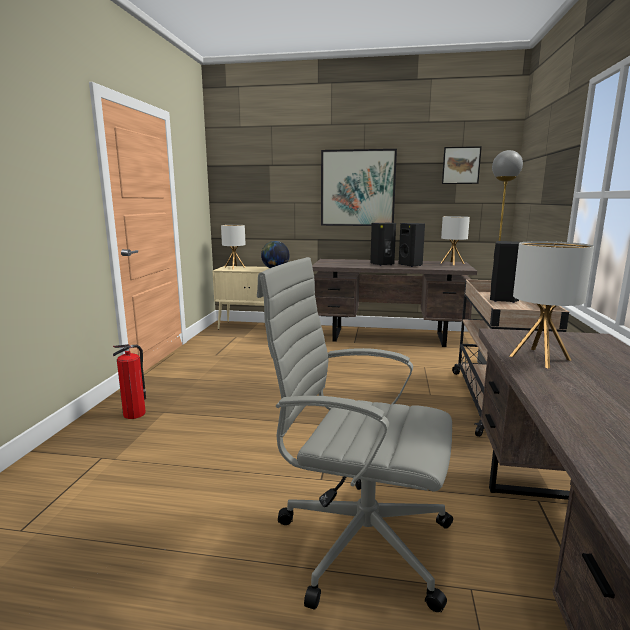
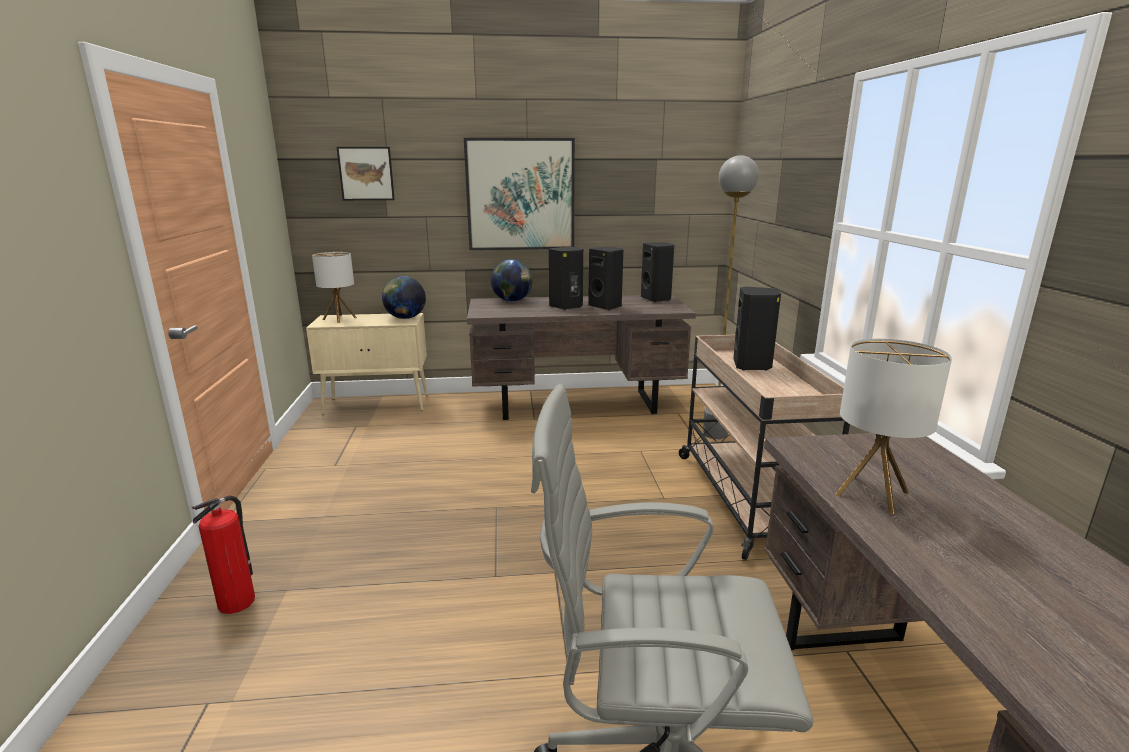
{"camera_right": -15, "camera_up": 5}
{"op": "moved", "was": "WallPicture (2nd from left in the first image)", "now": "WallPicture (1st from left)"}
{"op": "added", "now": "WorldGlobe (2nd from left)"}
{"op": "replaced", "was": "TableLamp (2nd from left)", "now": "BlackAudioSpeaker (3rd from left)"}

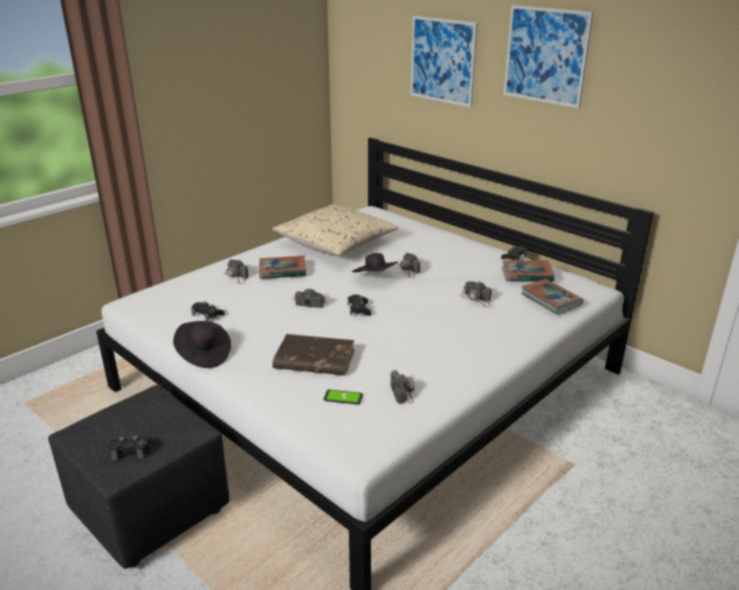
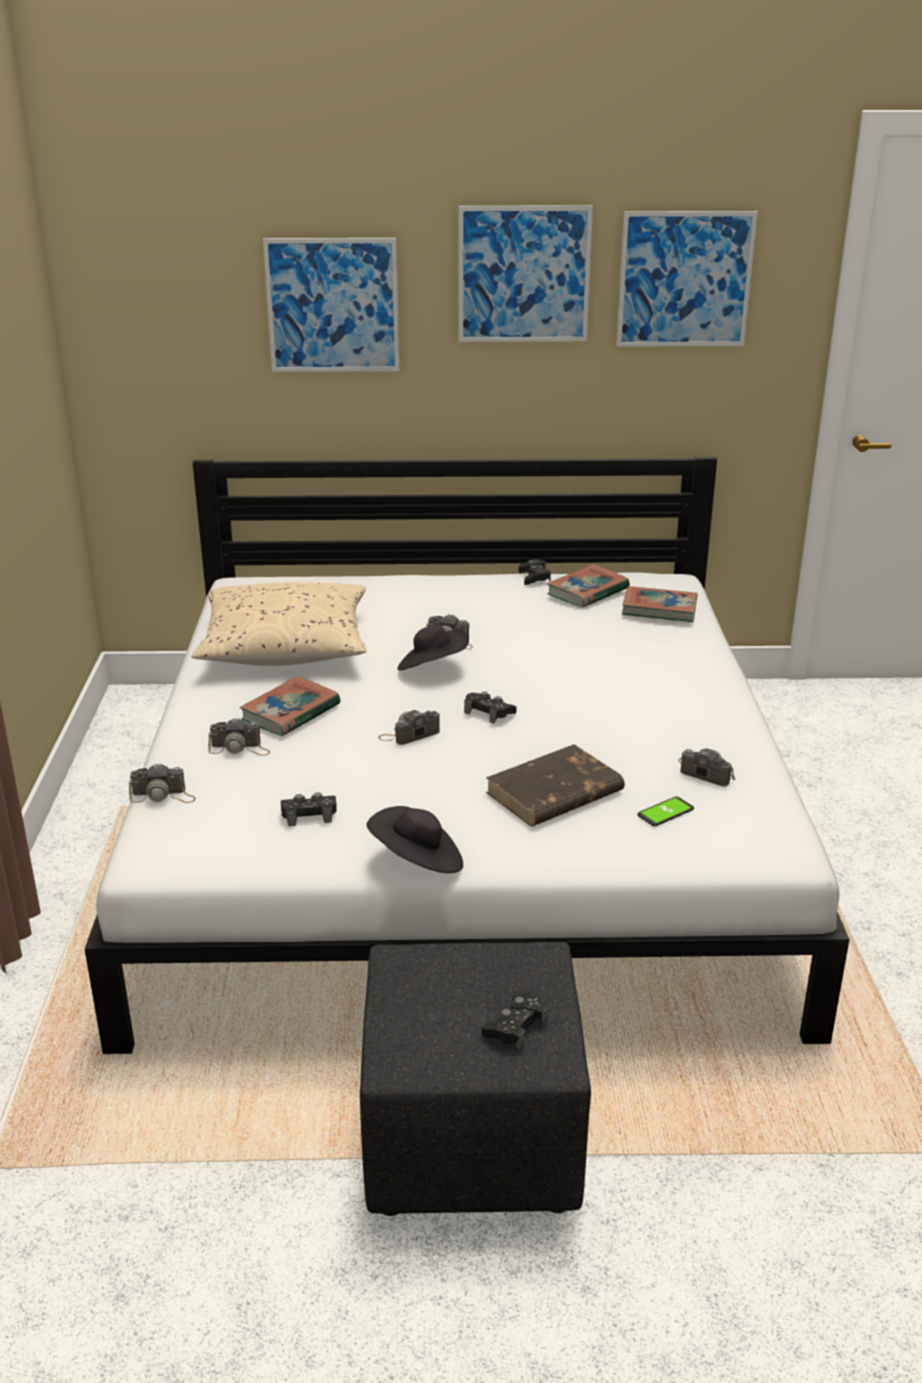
{"camera_right": -45, "camera_up": 0}
{"op": "moved", "was": "PhotoCamera (5th from left in the first image)", "now": "PhotoCamera (1st from left)"}
{"op": "added", "now": "WallPicture (3rd from left)"}

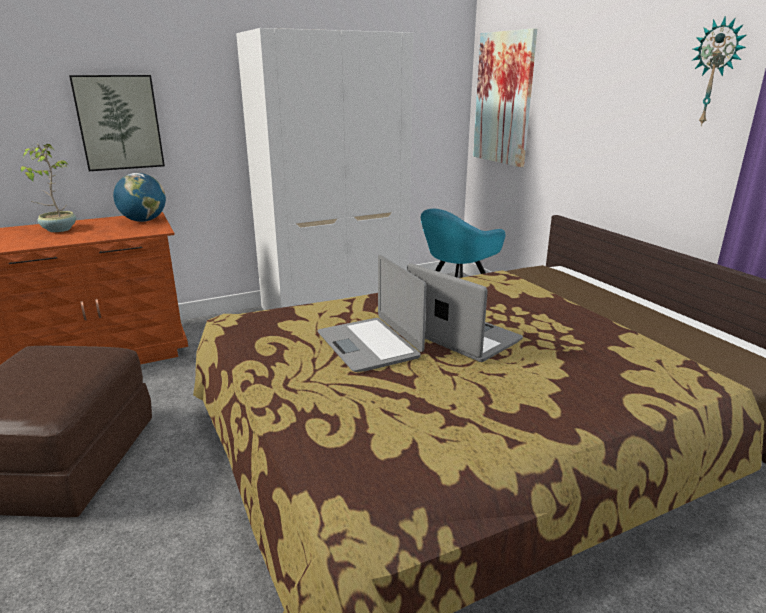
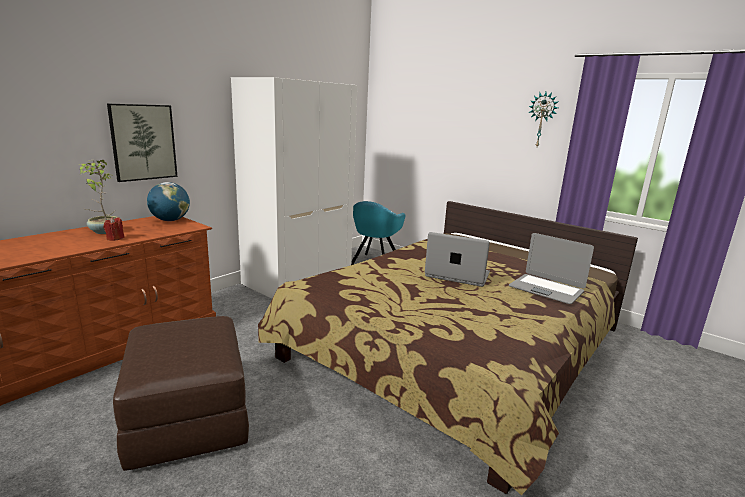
{"camera_right": -25, "camera_up": -5}
{"op": "added", "now": "ReddishWaxCandle"}
{"op": "moved", "was": "Laptop (1st from left in the first image)", "now": "Laptop (2nd from left)"}
{"op": "removed", "was": "WallPicture (2nd from left)"}

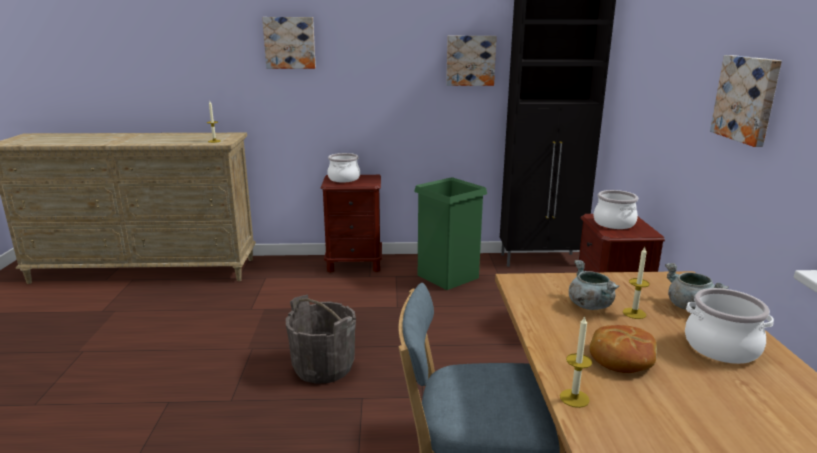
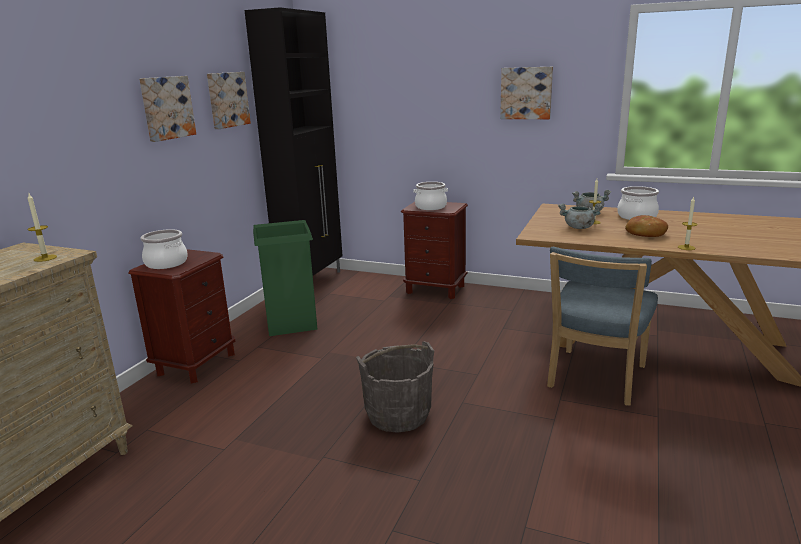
{"camera_right": -65, "camera_up": 0}
{"op": "moved", "was": "WallPicture (1st from left)"}

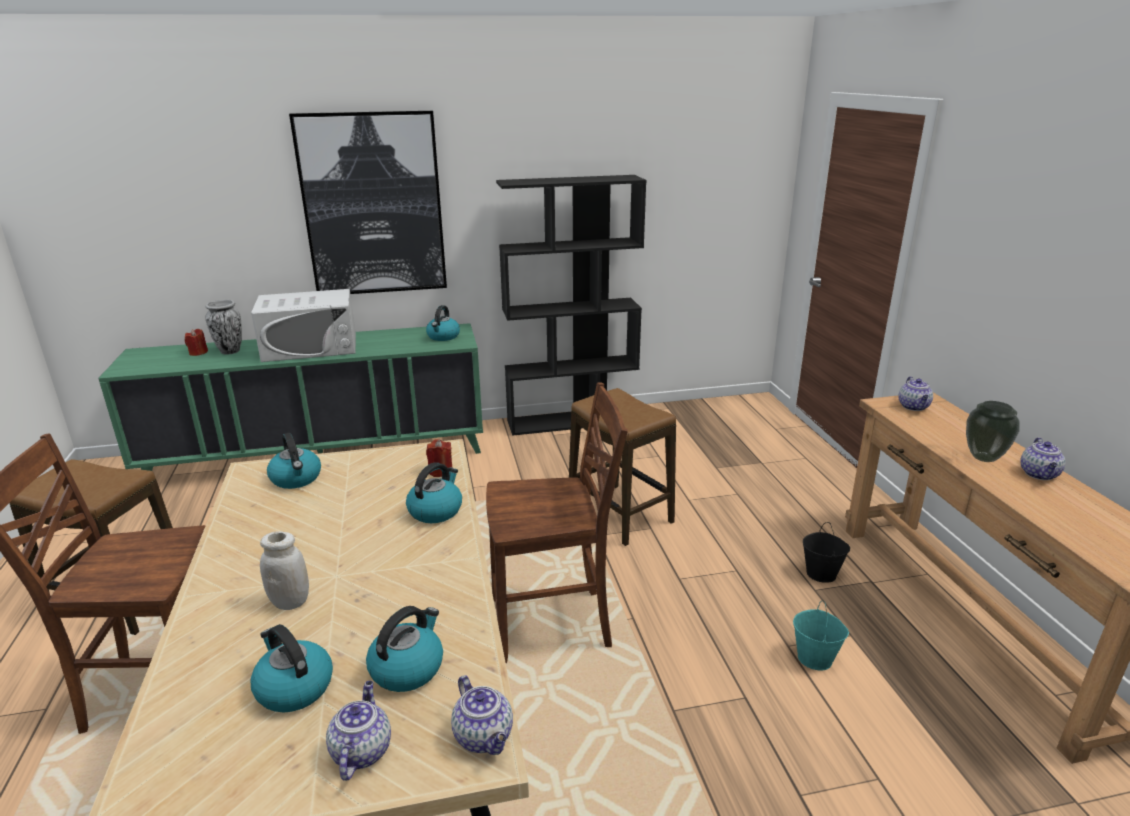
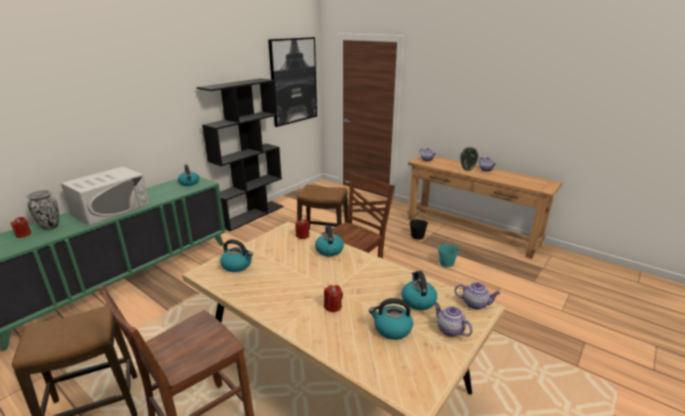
{"camera_right": -40, "camera_up": 0}
{"op": "moved", "was": "WallPicture"}
{"op": "replaced", "was": "WhitishJar", "now": "ReddishWaxCandle (3rd from left)"}

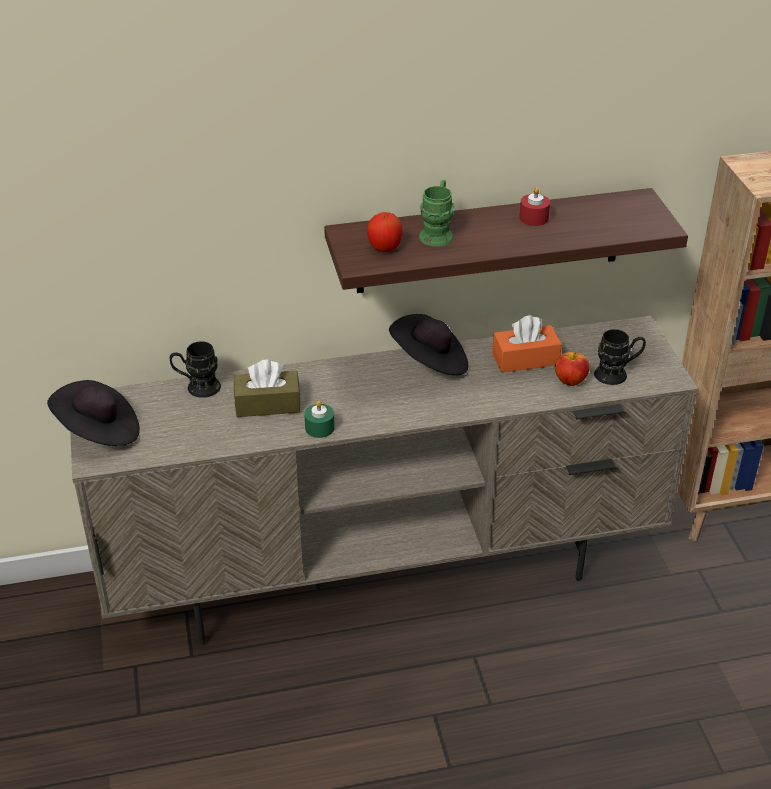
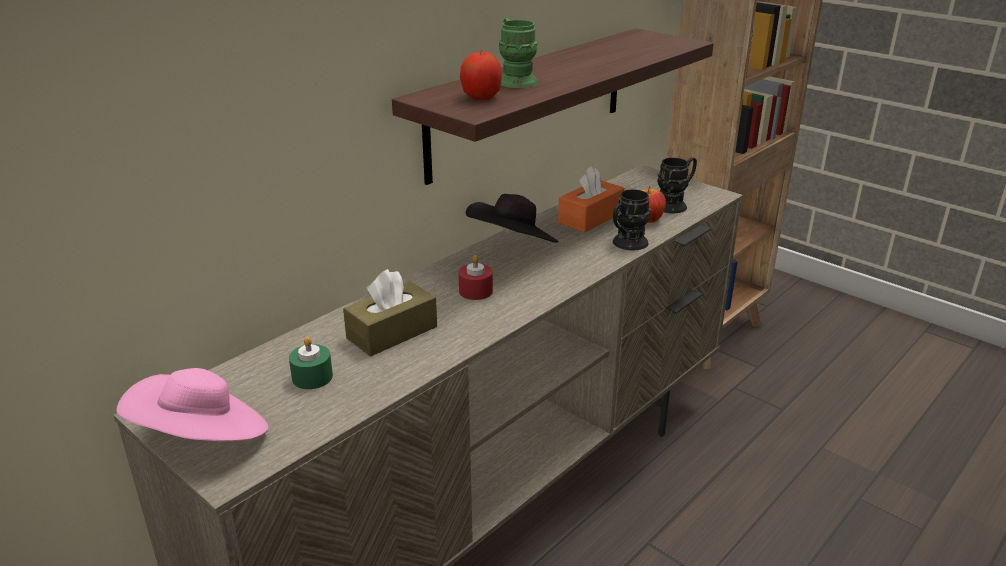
{"camera_right": -35, "camera_up": -10}
{"op": "recoloured", "was": "BlackClothingHat (1st from left)", "now": "PinkClothingHat"}
{"op": "moved", "was": "GreenWaxCandle"}
{"op": "moved", "was": "ReddishWaxCandle"}
{"op": "moved", "was": "BlackMug (1st from left)"}

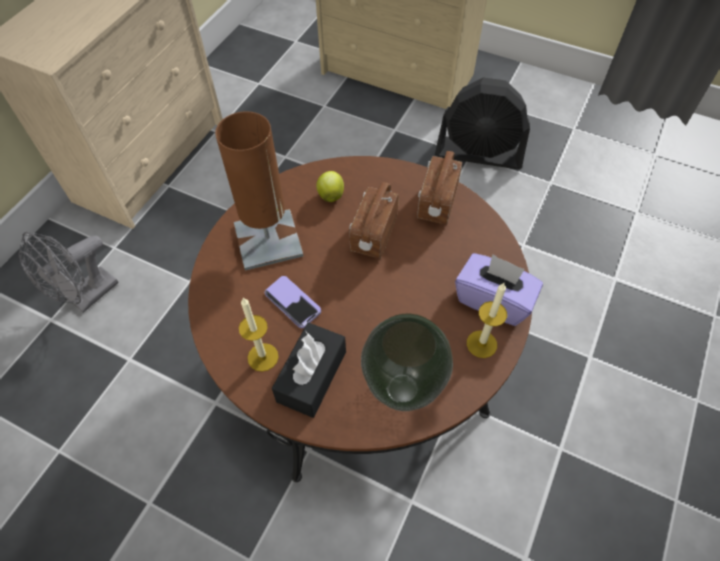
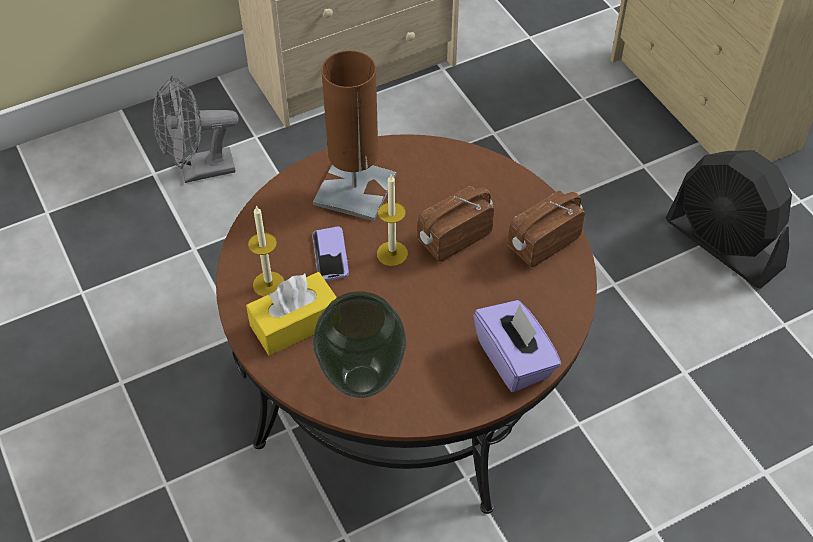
{"camera_right": 35, "camera_up": -5}
{"op": "recoloured", "was": "BlackBoxOfTissues", "now": "YellowColouredBoxOfTissues"}
{"op": "moved", "was": "WaxCandle (2nd from left)"}
{"op": "removed", "was": "Apple"}

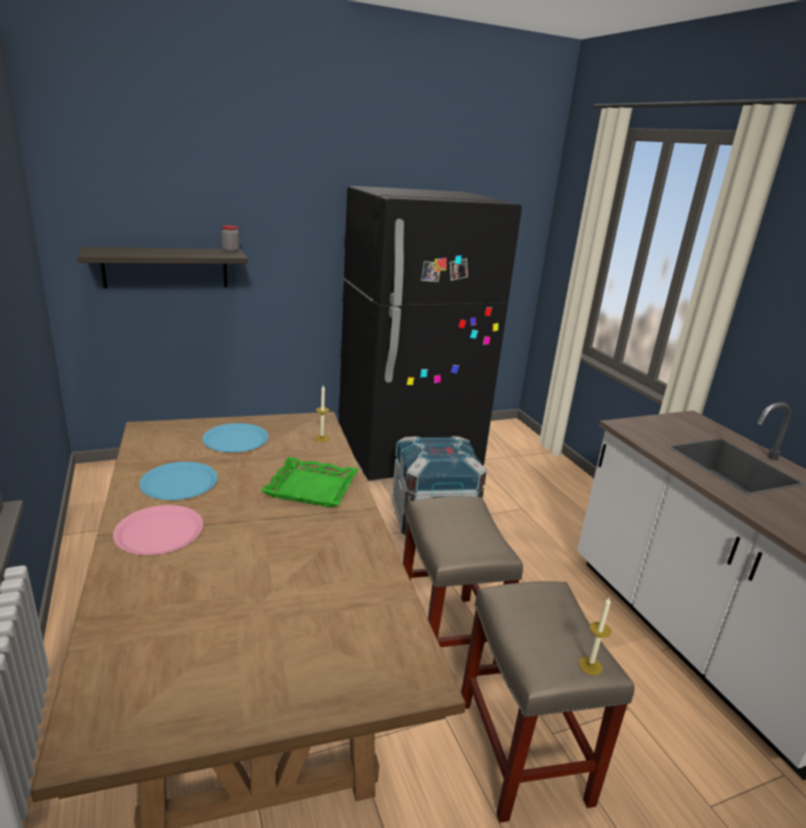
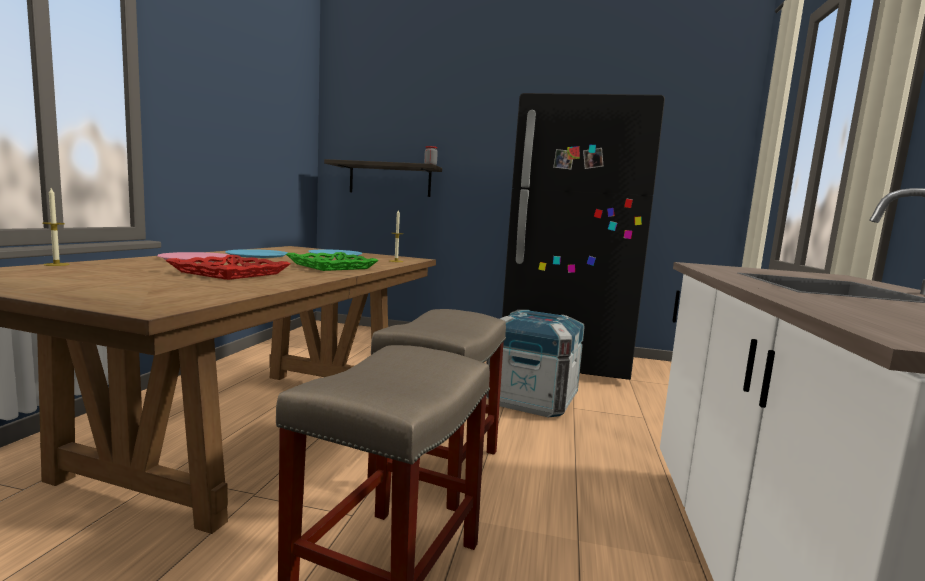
{"camera_right": 35, "camera_up": -15}
{"op": "moved", "was": "WaxCandle (2nd from left in the first image)", "now": "WaxCandle (1st from left)"}
{"op": "added", "now": "ReddishTray"}

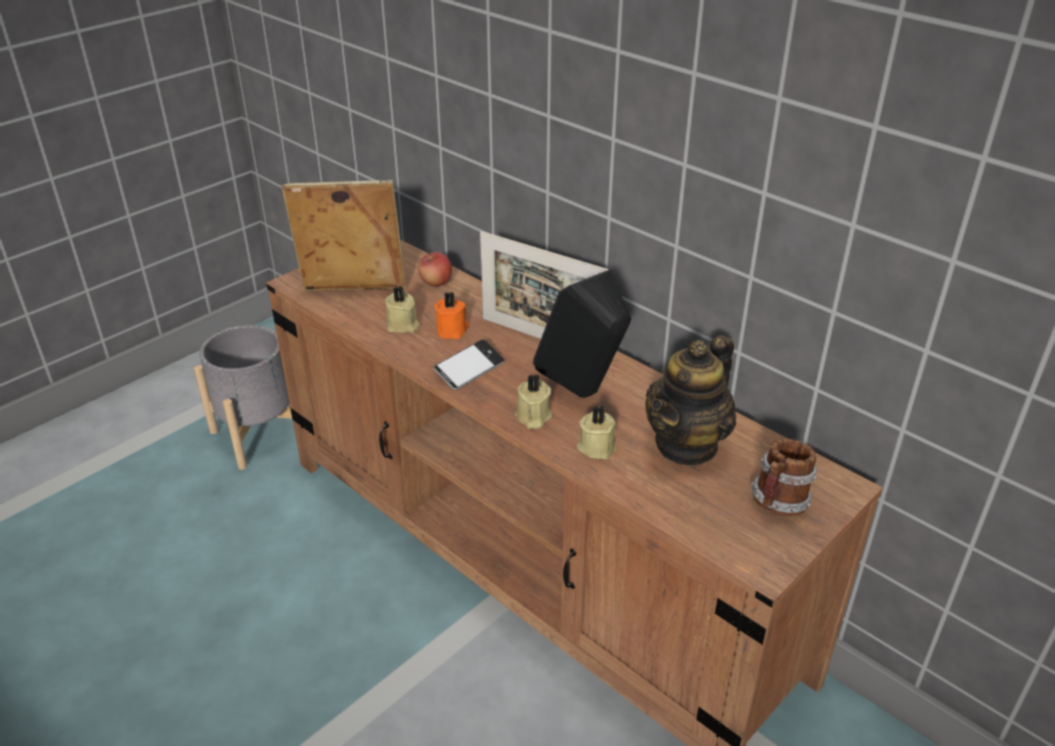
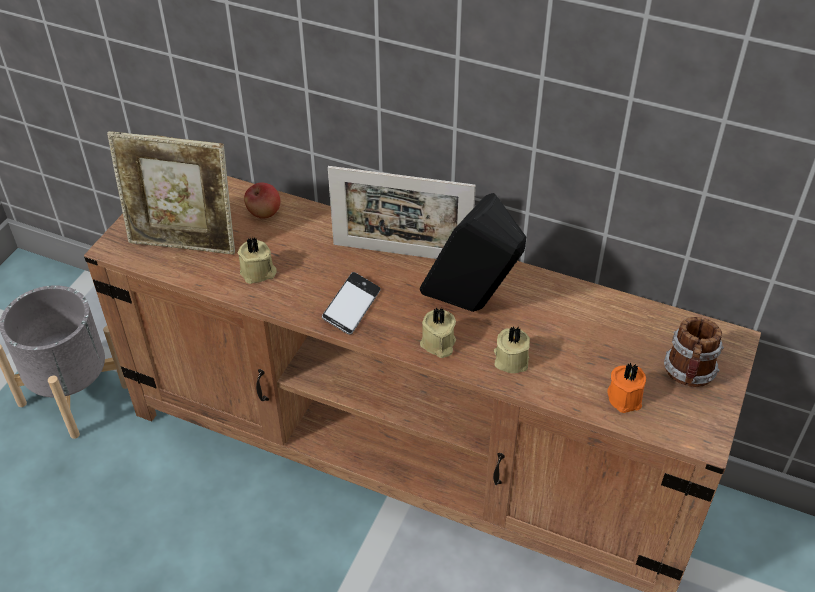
{"camera_right": -20, "camera_up": 10}
{"op": "turned", "was": "PhotoFrame (1st from left)", "clockwise": -150}
{"op": "moved", "was": "OrangeWaxCandle"}
{"op": "removed", "was": "TeaPot"}

